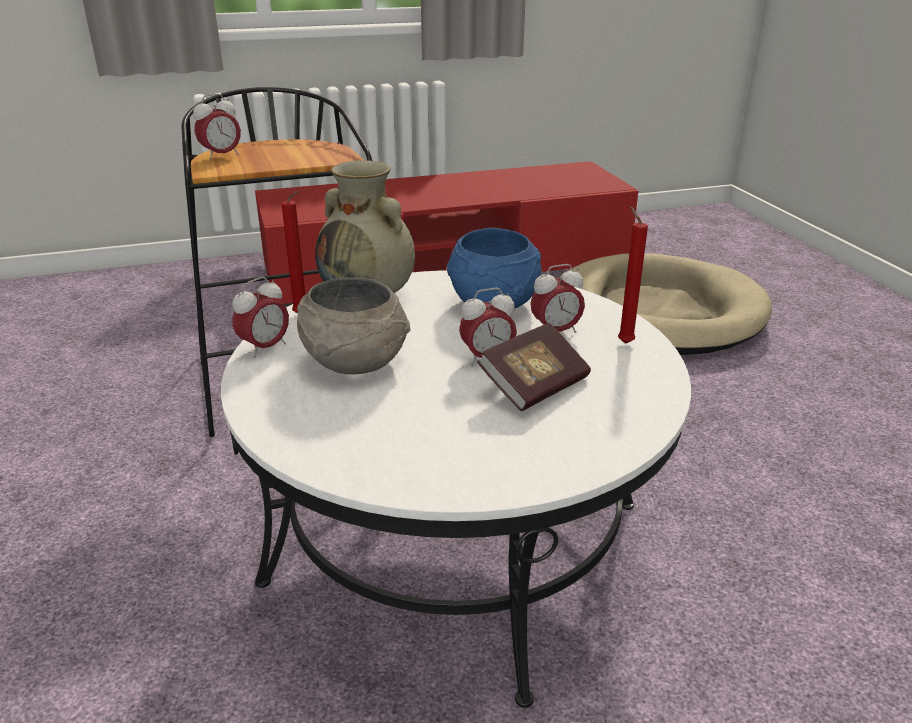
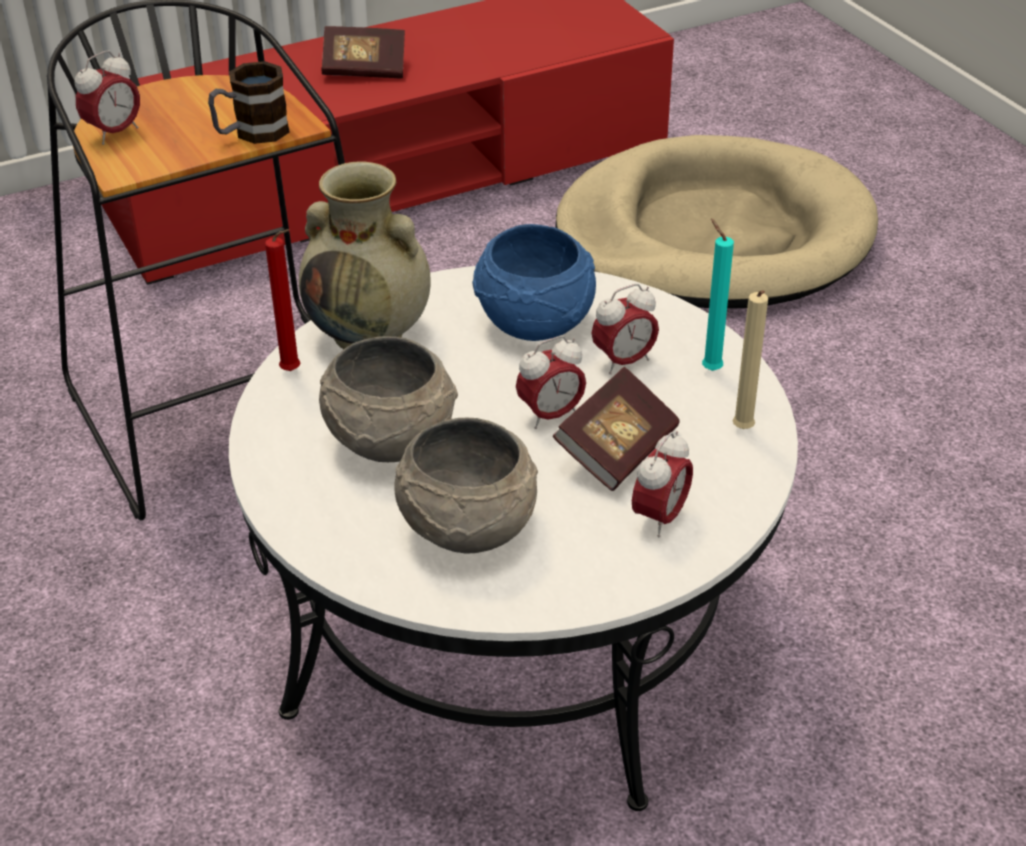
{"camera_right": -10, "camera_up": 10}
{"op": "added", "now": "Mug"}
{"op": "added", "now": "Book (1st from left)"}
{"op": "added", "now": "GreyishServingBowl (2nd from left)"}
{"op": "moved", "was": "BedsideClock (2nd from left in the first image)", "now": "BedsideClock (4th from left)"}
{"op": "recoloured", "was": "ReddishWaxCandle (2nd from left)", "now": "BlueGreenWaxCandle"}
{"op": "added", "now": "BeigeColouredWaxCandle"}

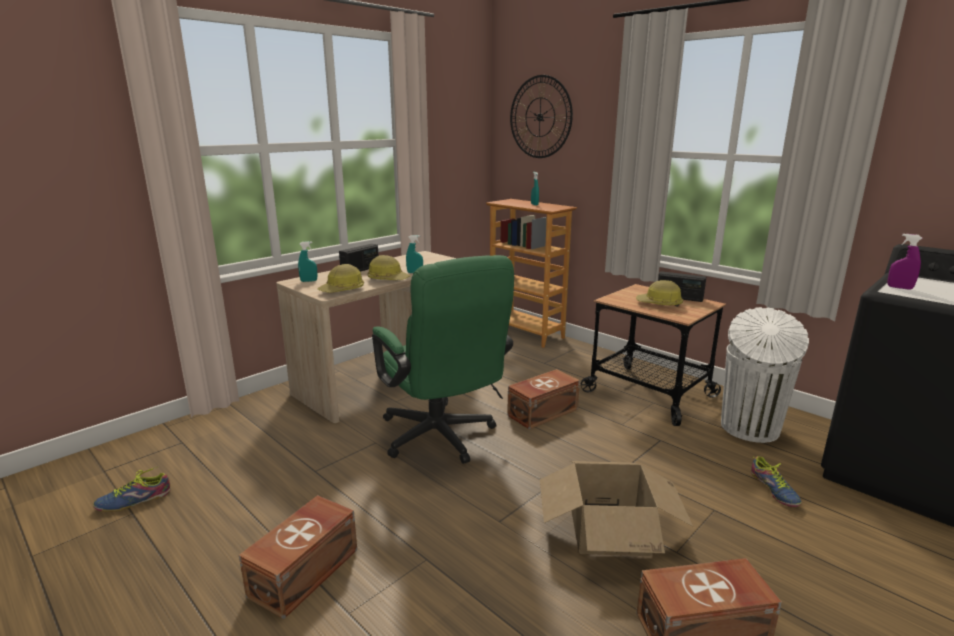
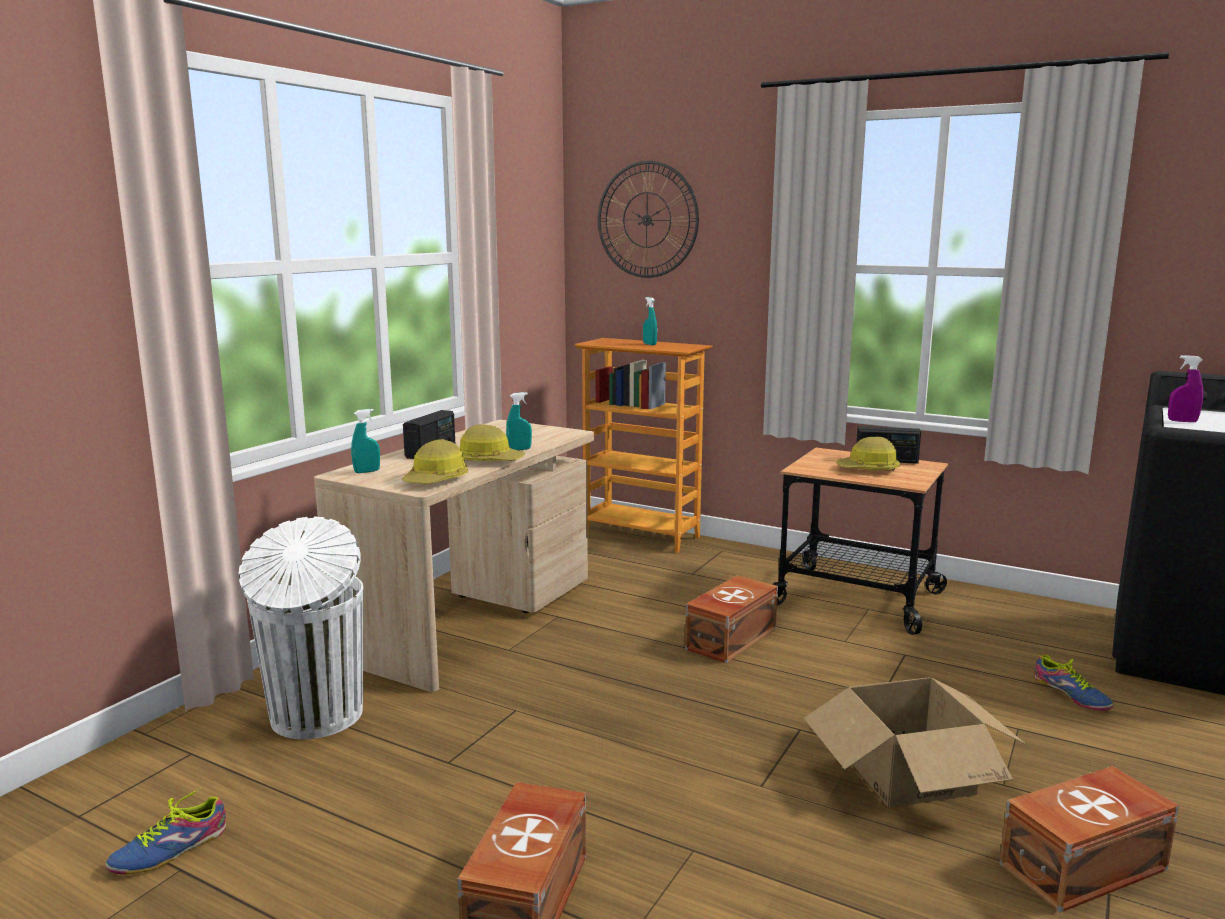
{"camera_right": -15, "camera_up": -5}
{"op": "moved", "was": "WhitishRubbishBin"}
{"op": "removed", "was": "GreenDeskChair"}

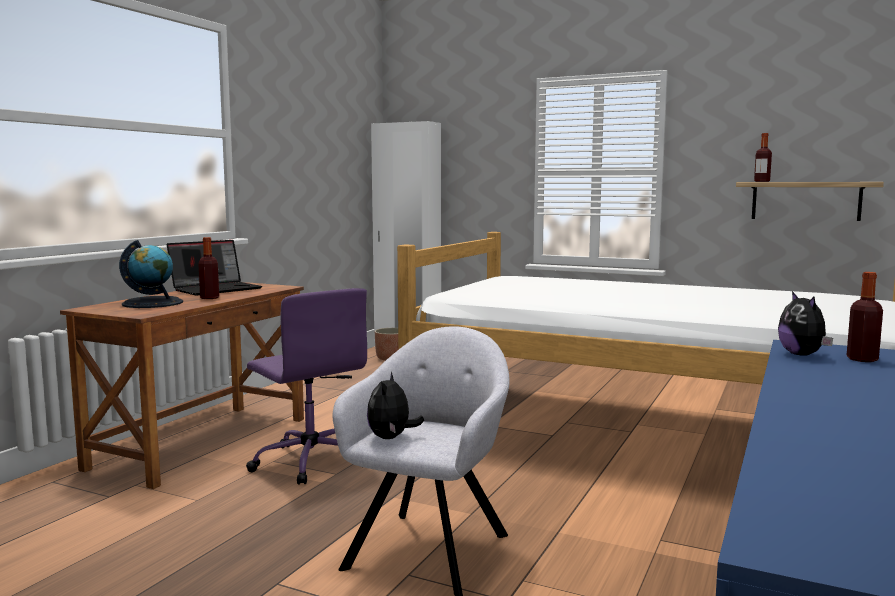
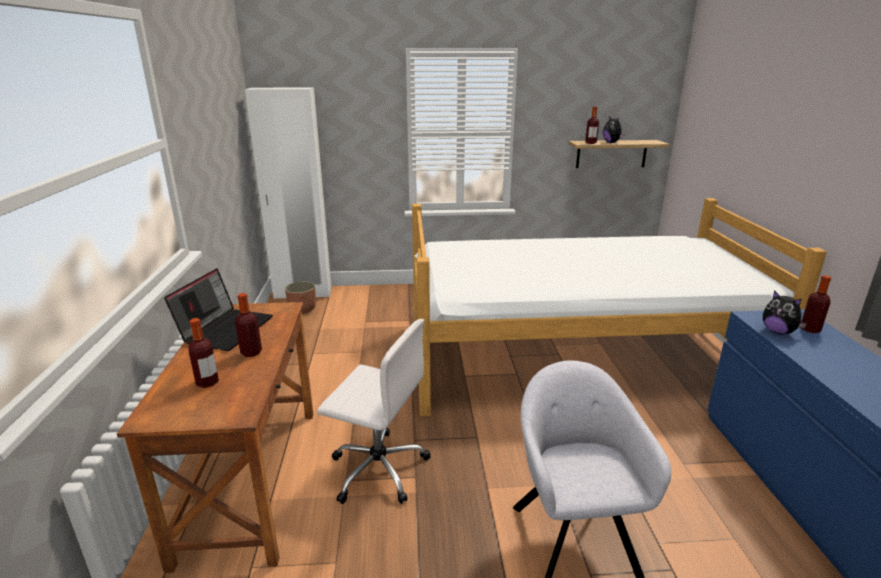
{"camera_right": -30, "camera_up": 15}
{"op": "replaced", "was": "WorldGlobe", "now": "DrinkBottle (1st from left)"}
{"op": "recoloured", "was": "PurpleDeskChair", "now": "WhitishDeskChair"}
{"op": "moved", "was": "PlushToy (1st from left)"}

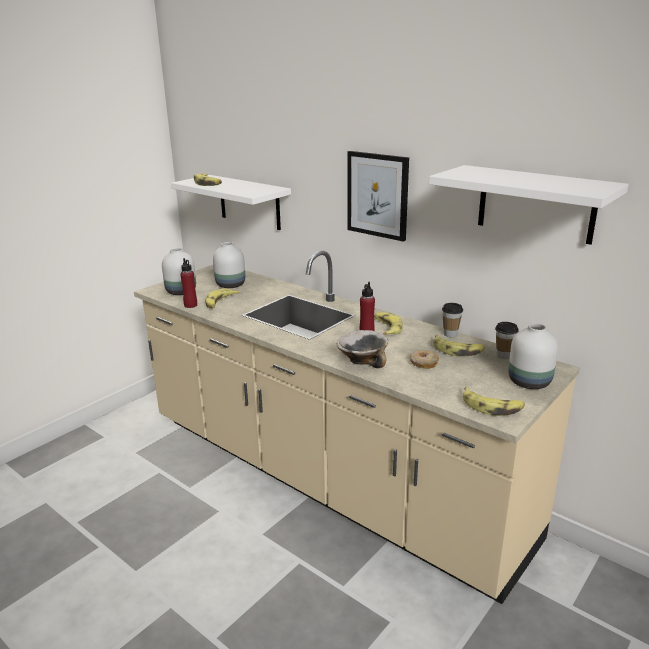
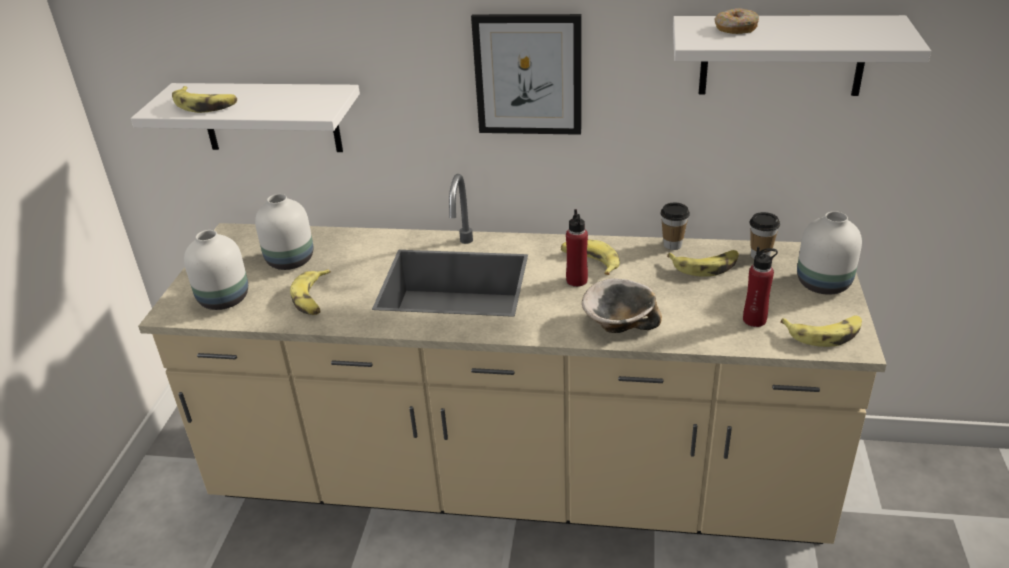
{"camera_right": -30, "camera_up": 10}
{"op": "moved", "was": "Doughnut"}
{"op": "moved", "was": "ReddishDrinkBottle (1st from left in the first image)", "now": "ReddishDrinkBottle (2nd from left)"}

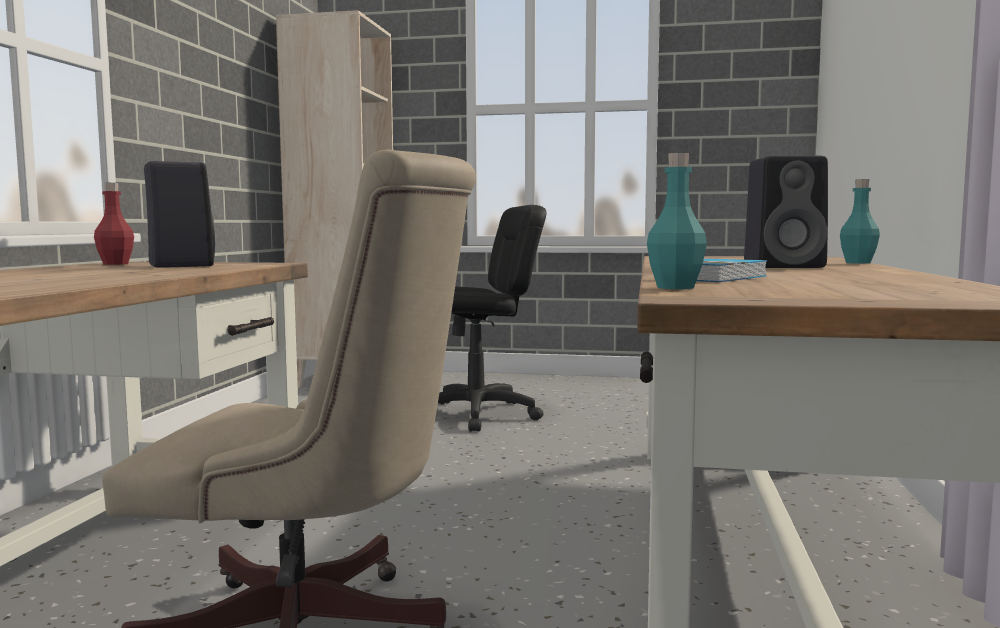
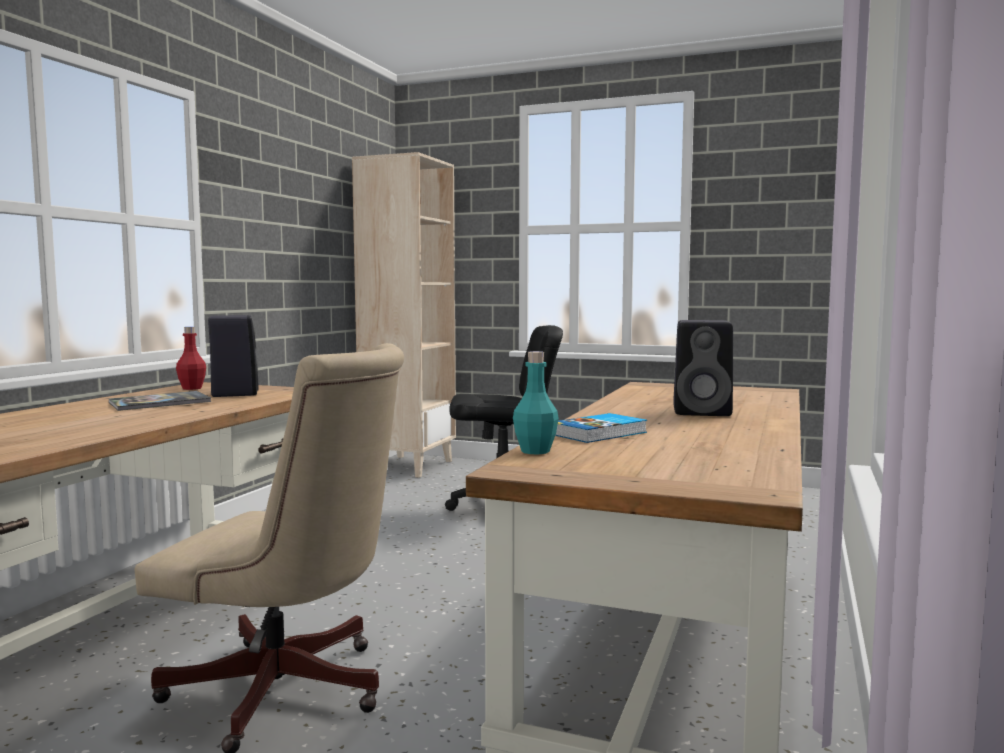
{"camera_right": 10, "camera_up": 0}
{"op": "added", "now": "Book (1st from left)"}
{"op": "removed", "was": "BlueGreenDrinkBottle (2nd from left)"}

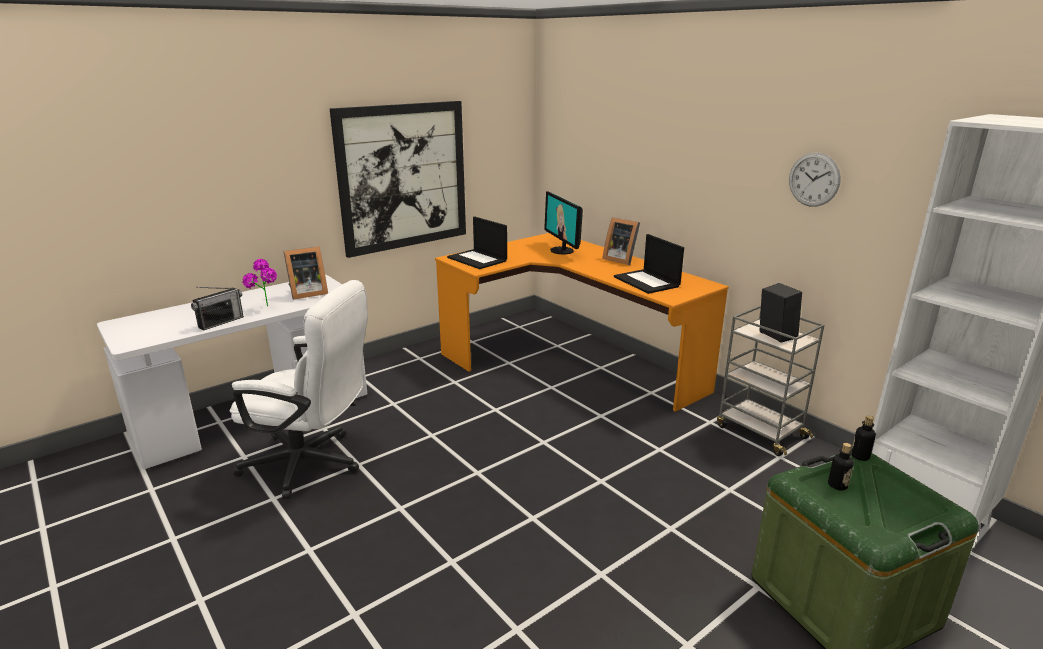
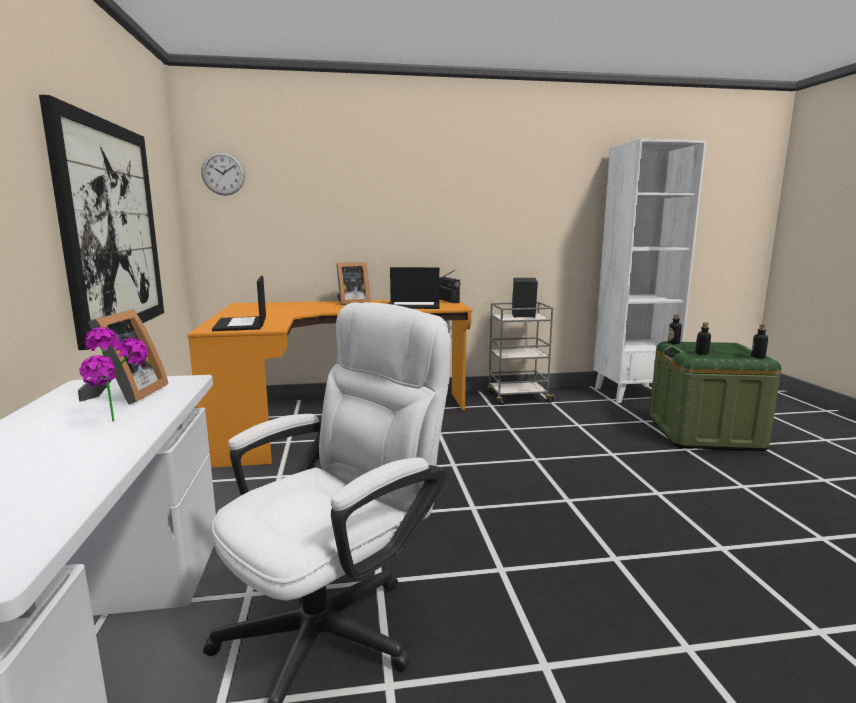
{"camera_right": -60, "camera_up": -10}
{"op": "moved", "was": "WallClock"}
{"op": "turned", "was": "Laptop (1st from left)", "clockwise": 90}
{"op": "moved", "was": "RadioSet"}
{"op": "added", "now": "DrinkBottle (3rd from left)"}
{"op": "removed", "was": "ComputerDisplay"}

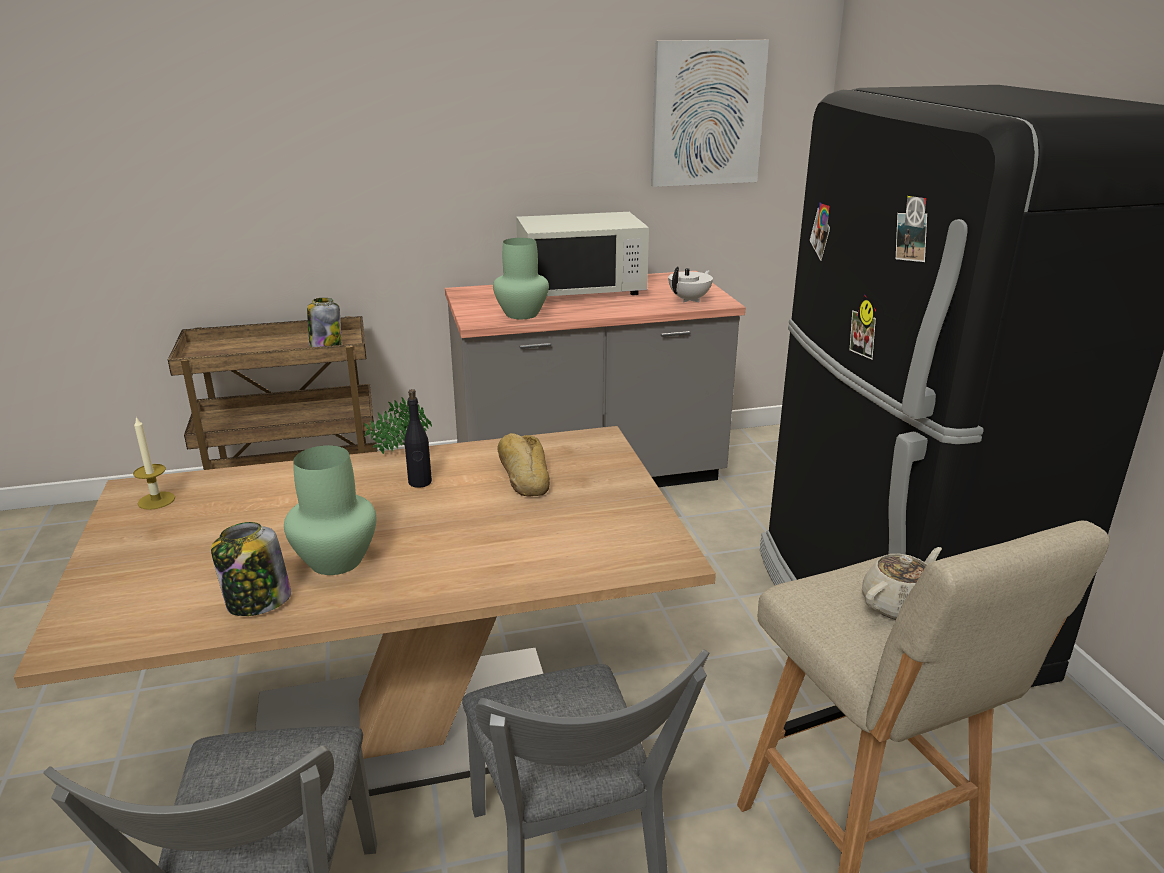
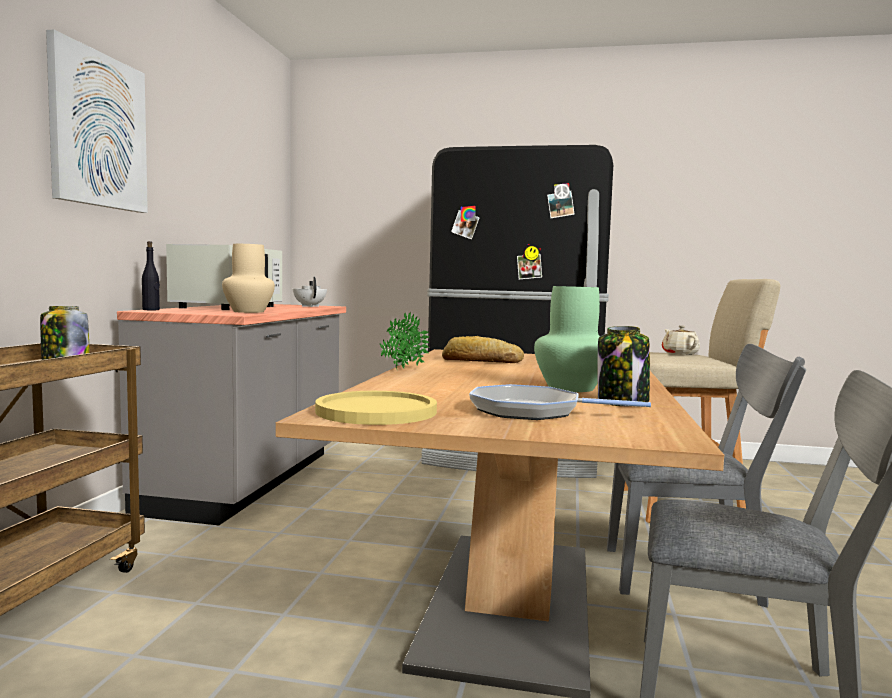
{"camera_right": -65, "camera_up": -20}
{"op": "moved", "was": "WallPicture"}
{"op": "moved", "was": "BlackDrinkBottle"}
{"op": "recoloured", "was": "GreenDecorativeVase (2nd from left)", "now": "BeigeColouredDecorativeVase"}
{"op": "replaced", "was": "WaxCandle", "now": "YellowColouredPlate"}
{"op": "added", "now": "Pan"}

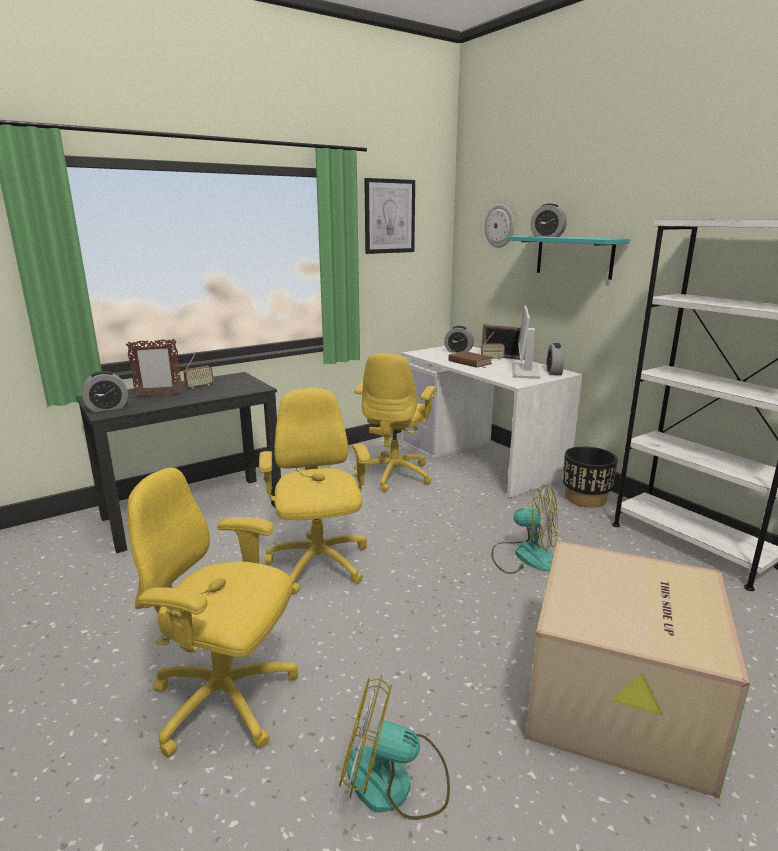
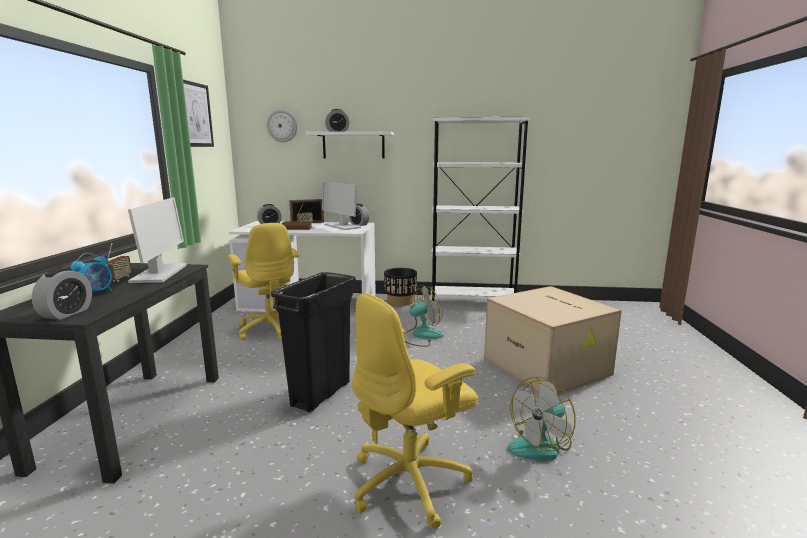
{"camera_right": -50, "camera_up": -5}
{"op": "replaced", "was": "PhotoFrame (1st from left)", "now": "BedsideClock (2nd from left)"}
{"op": "added", "now": "ComputerDisplay (1st from left)"}
{"op": "replaced", "was": "YellowColouredDeskChair (2nd from left)", "now": "BlackRubbishBin"}
{"op": "recoloured", "was": "BlueGreenBracketShelf", "now": "WhitishBracketShelf"}

